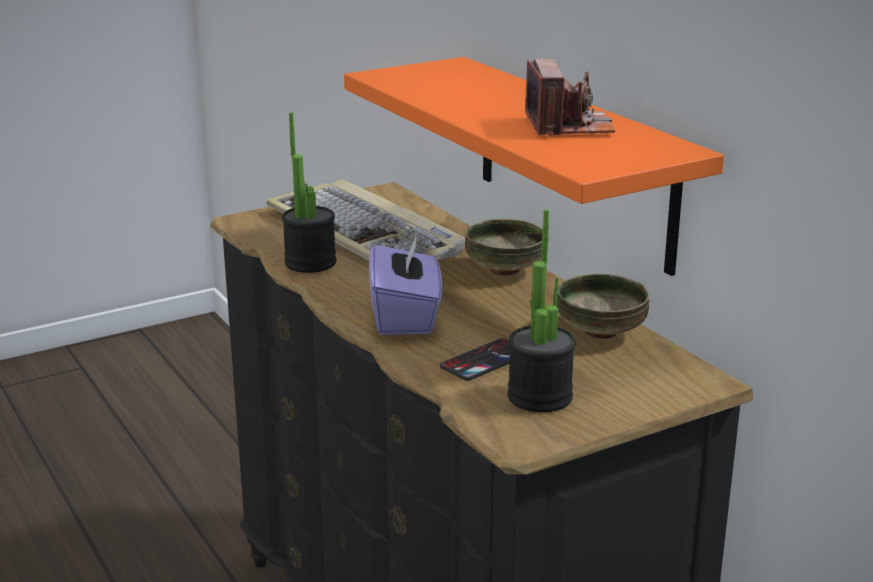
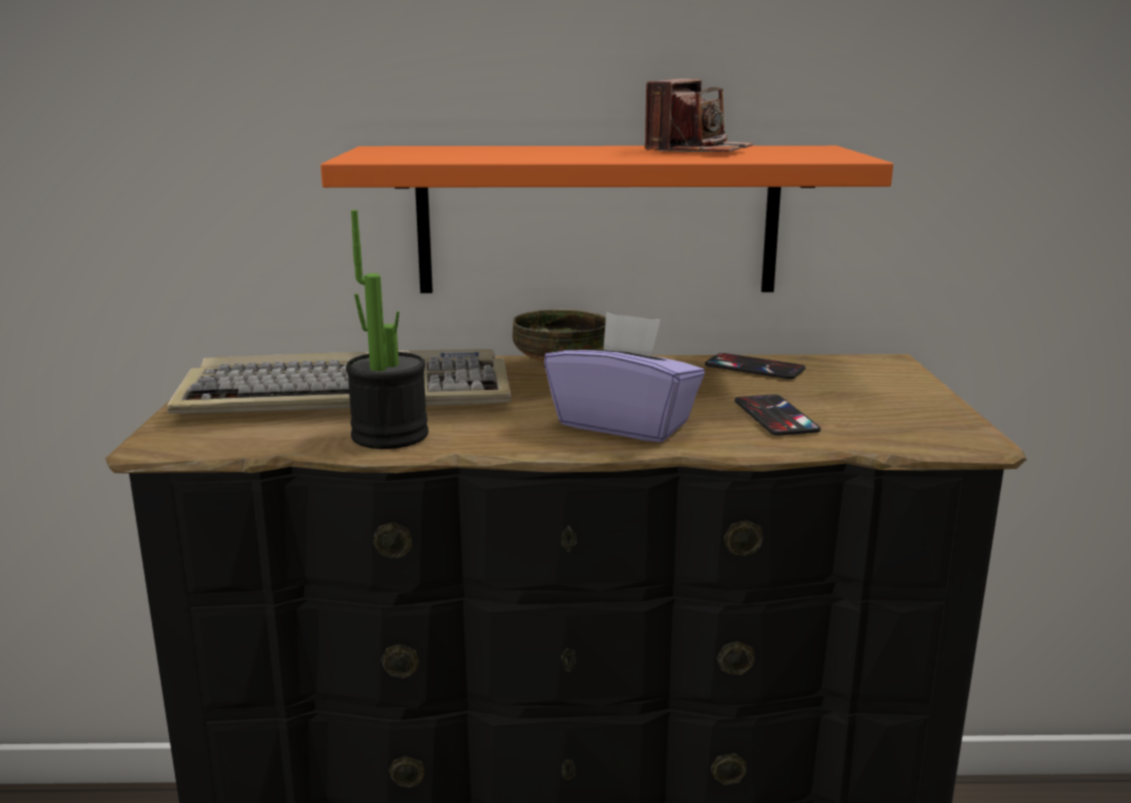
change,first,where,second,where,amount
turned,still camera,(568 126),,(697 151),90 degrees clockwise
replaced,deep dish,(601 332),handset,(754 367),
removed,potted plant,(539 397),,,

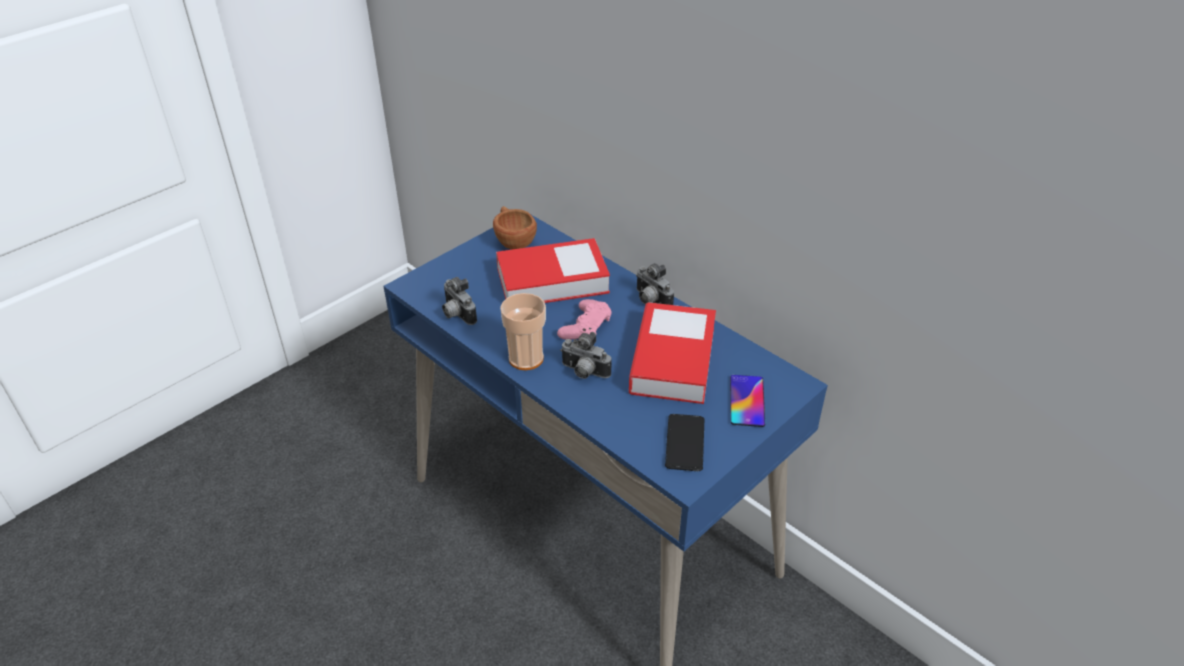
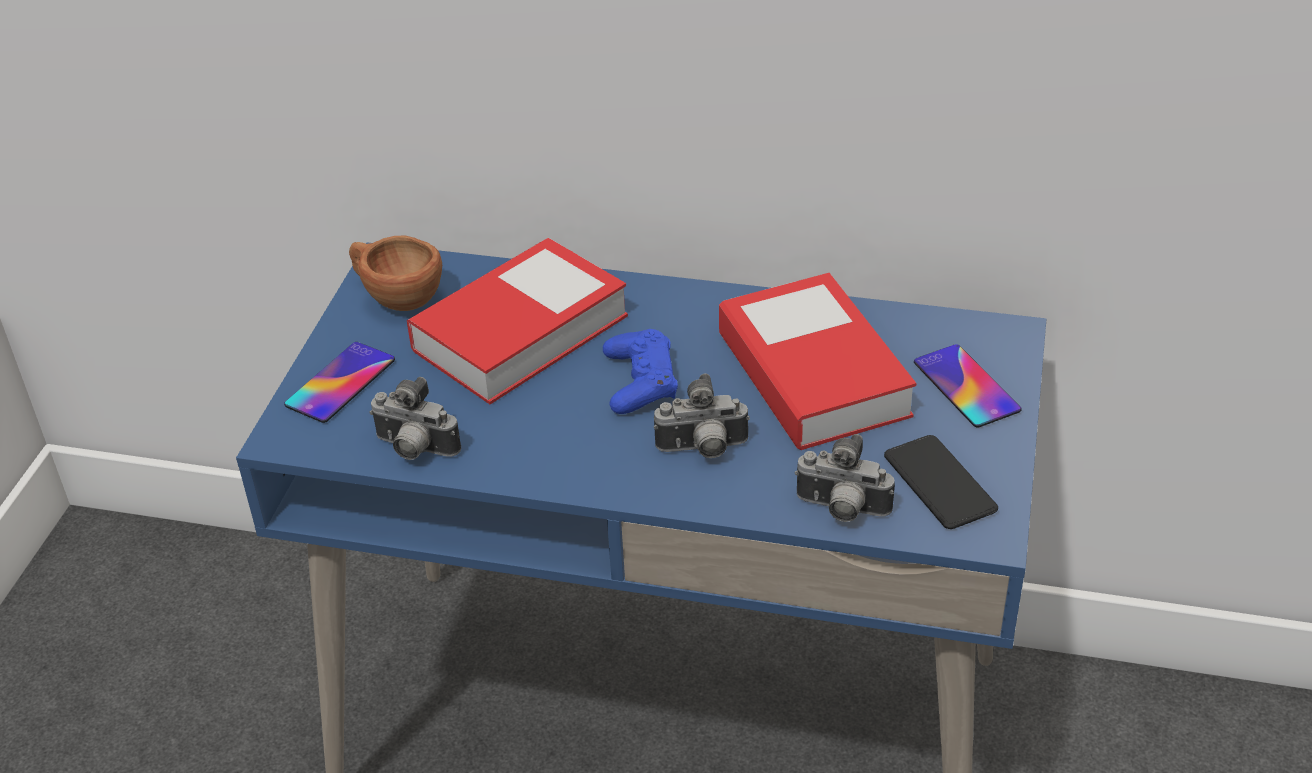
change,first,where,second,where,amount
added,,,handset,(340 383),
recoloured,pinkish game controller,(585 327),blue-coloured game controller,(640 381),
moved,still camera,(650 301),,(841 510),
removed,small cup,(526 358),,,

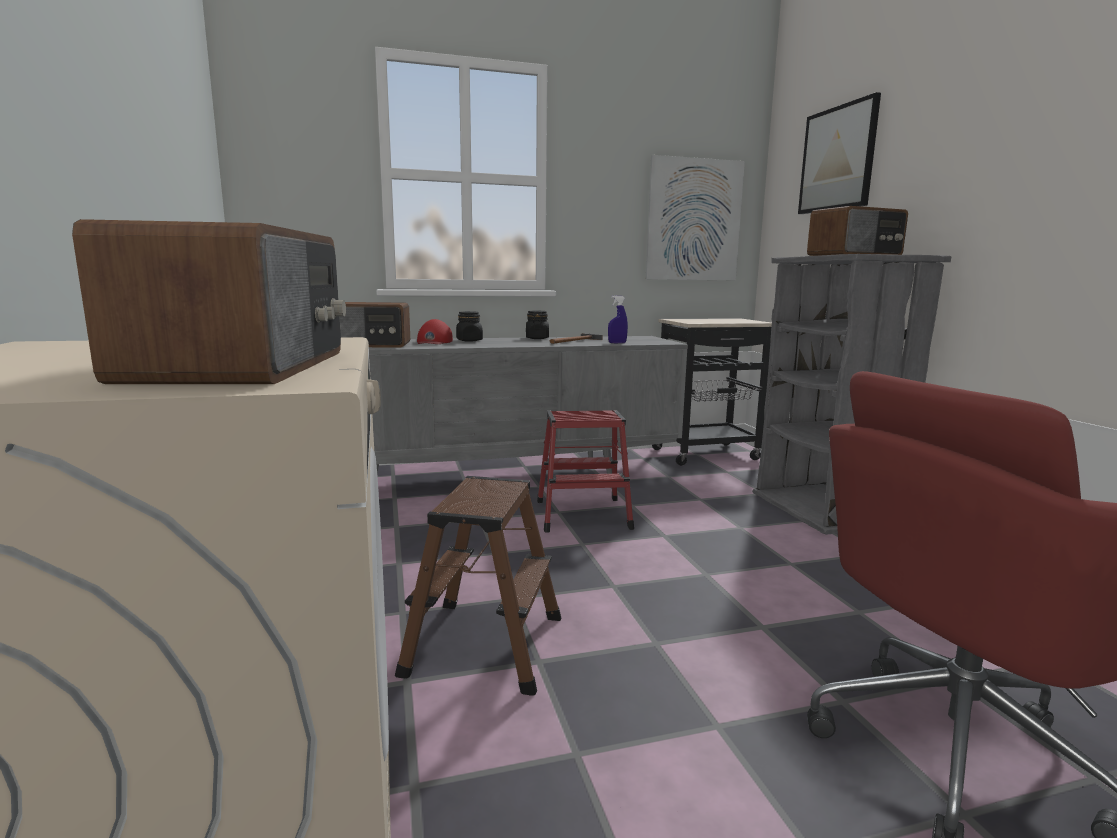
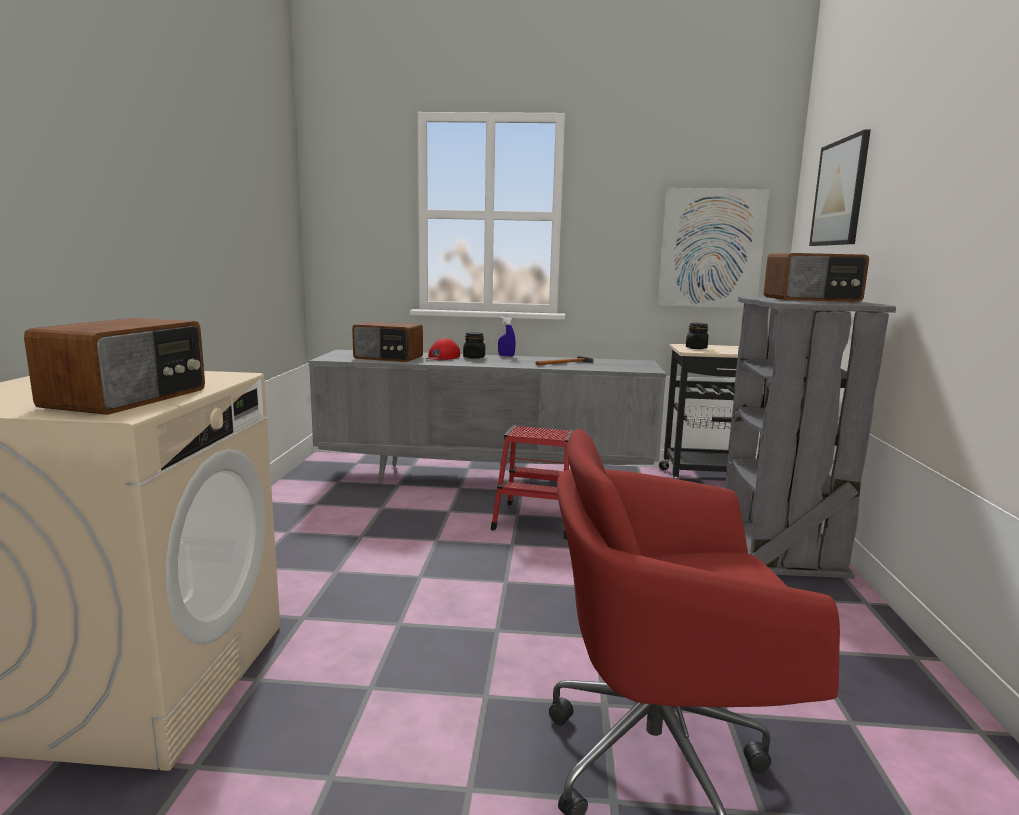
change,first,where,second,where,amount
moved,blue-coloured spray bottle,(617 343),,(506 356),
moved,black-coloured storage jar,(537 338),,(696 348),
removed,brownish stepladder,(485 644),,,

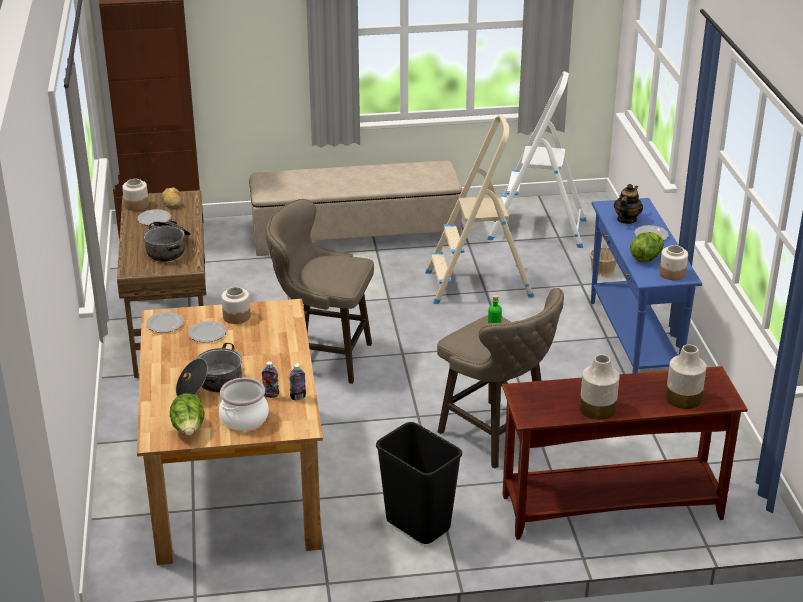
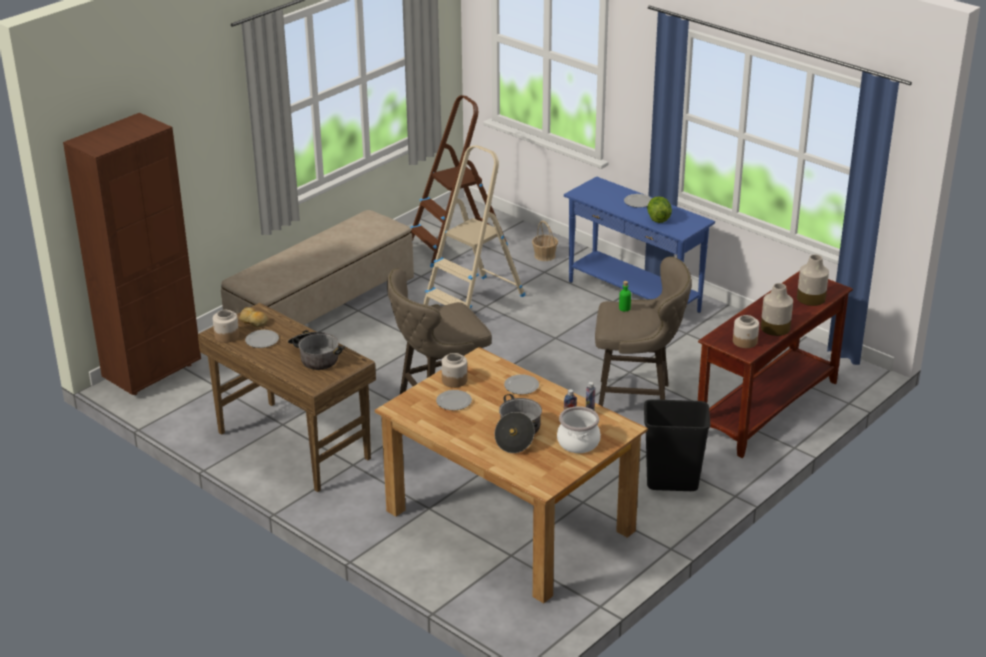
change,first,where,second,where,amount
recoloured,whitish stepladder,(536 229),brownish stepladder,(456 245),
moved,plate,(165 324),,(522 386),
moved,storage jar,(672 274),,(745 342),
removed,lettuce head,(189 429),,,
removed,pot for tea,(626 219),,,

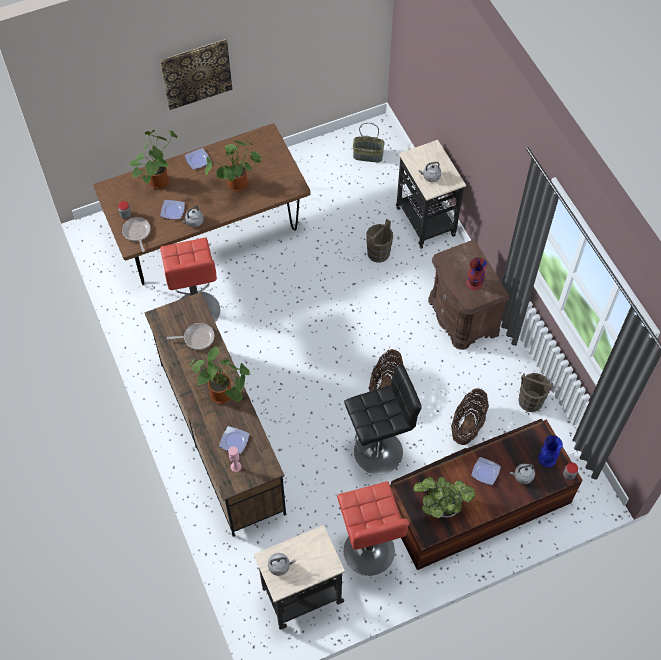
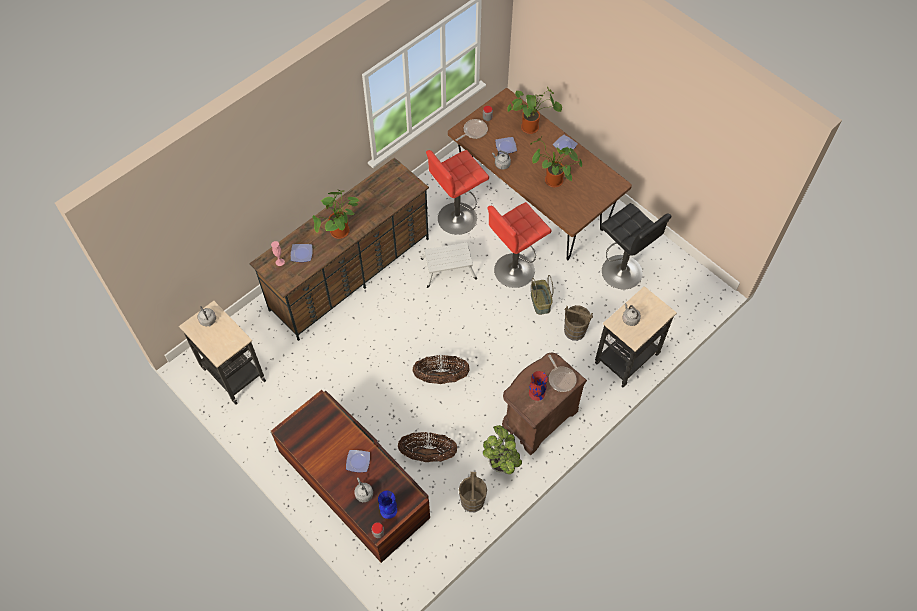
change,first,where,second,where,amount
added,,,whitish stepladder,(449 268),
moved,potted plant,(441 506),,(501 461),
moved,red stool seat,(368 551),,(513 270),
moved,household basket,(368 155),,(541 302),
moved,skillet,(197 338),,(561 378),
moved,black-coloured stool seat,(379 452),,(622 272),
removed,wall picture,(196 73),,,

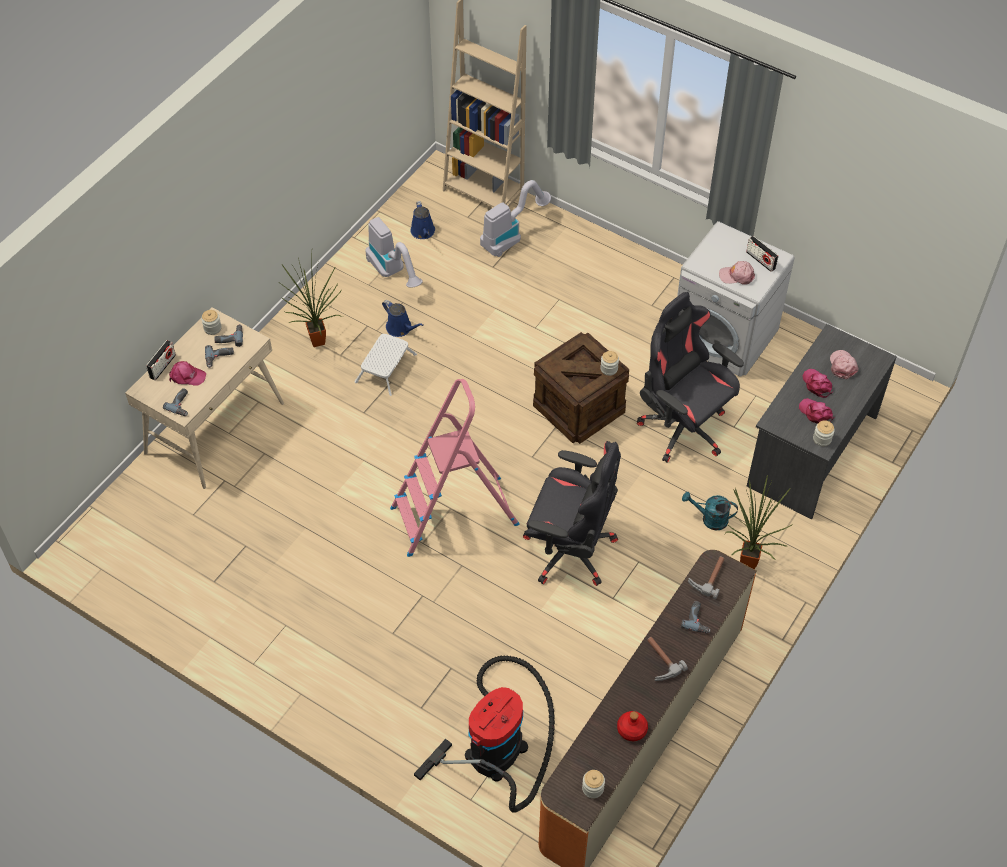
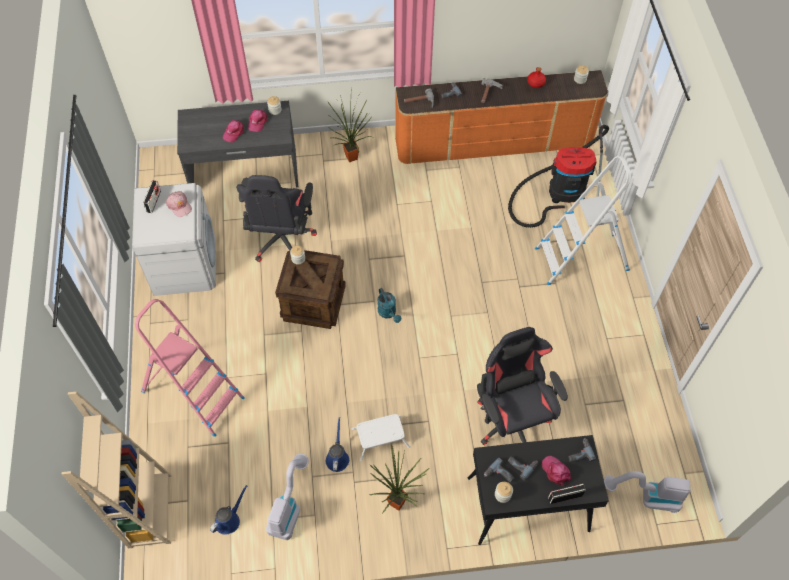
change,first,where,second,where,amount
moved,pinkish stepladder,(453 516),,(193 395),
moved,blue-green watering pot,(710 519),,(388 313),
recoloured,beige-coloured desk unit,(215 427),black-coloured desk unit,(527 505),
moved,black-coloured office chair,(568 550),,(512 422),
added,,,whitish stepladder,(581 259),
moved,vacuum cleaner,(511 236),,(646 497),
removed,pinkish cap,(842 366),,,

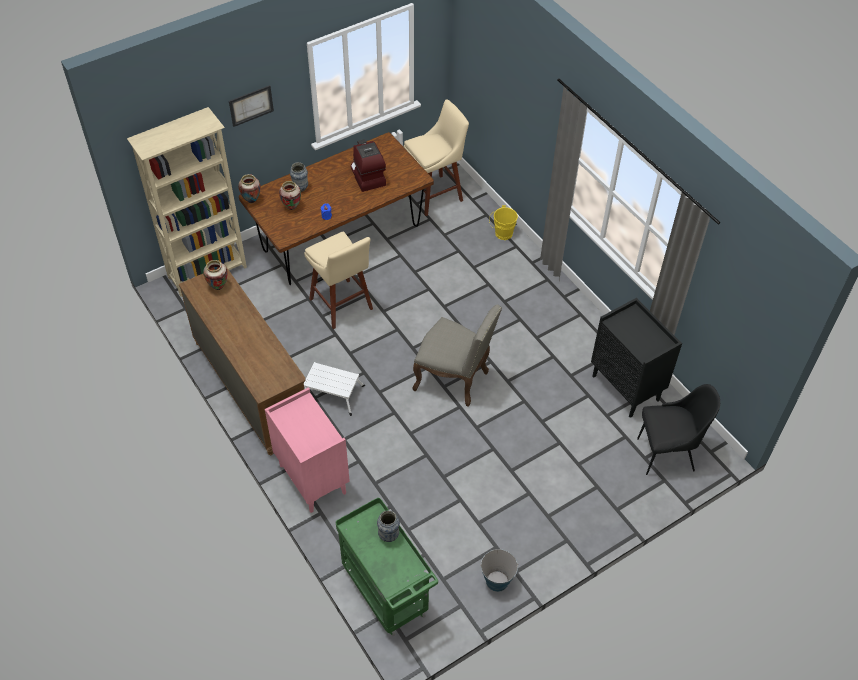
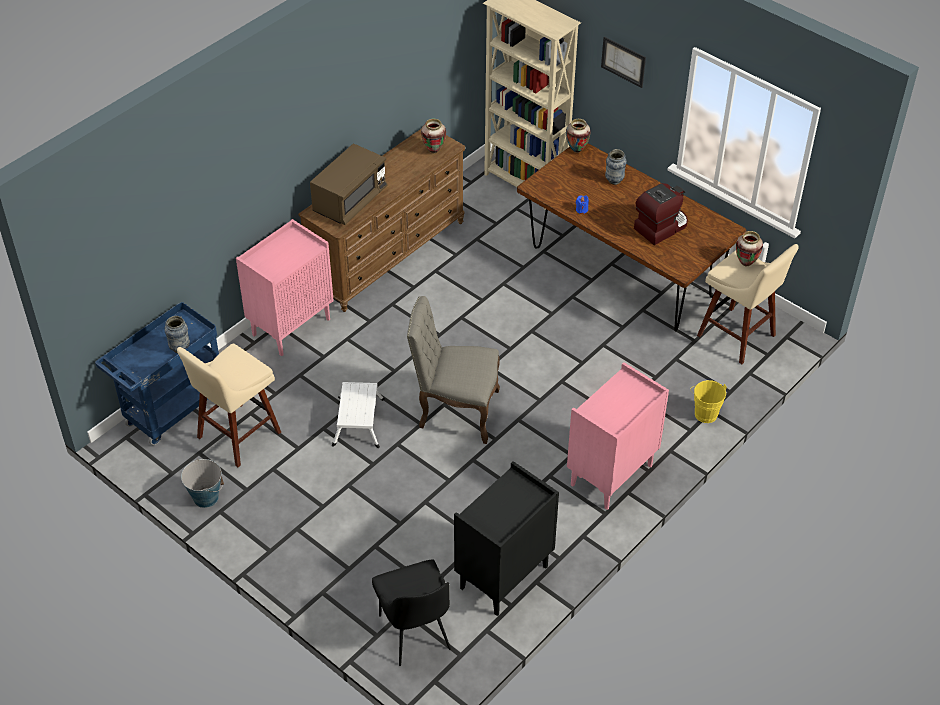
change,first,where,second,where,amount
recoloured,greenish cart,(387 596),blue-coloured cart,(171 413),
moved,beige-coloured stool seat,(341 305),,(237 436),
added,,,brownish microwave,(350 201),
moved,whitish stepladder,(332 393),,(358 421),
turned,grey plain chair,(453 379),,(456 411),90 degrees clockwise
added,,,pinkish cupboard,(611 475),
moved,decorative vase,(291 207),,(746 263),

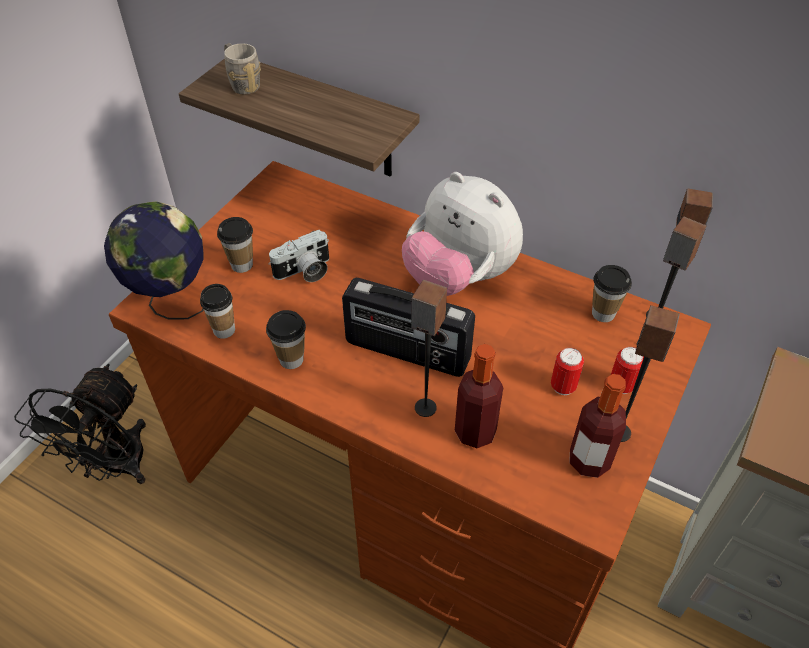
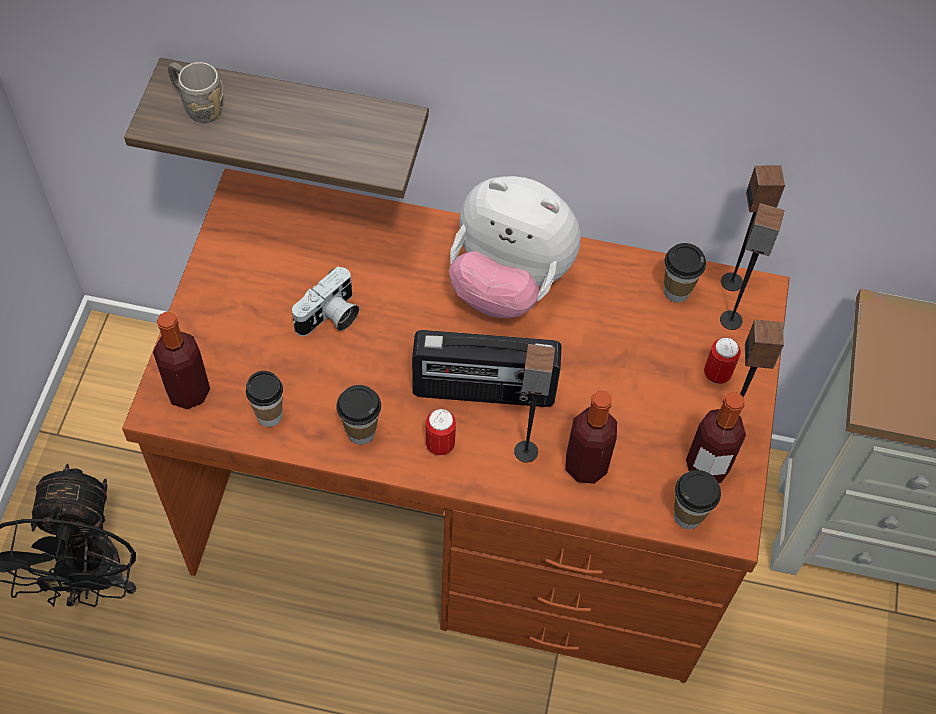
change,first,where,second,where,amount
replaced,world globe,(171 299),beverage bottle,(188 392),
moved,metal can,(563 386),,(440 445),
moved,small cup,(242 265),,(687 516),

